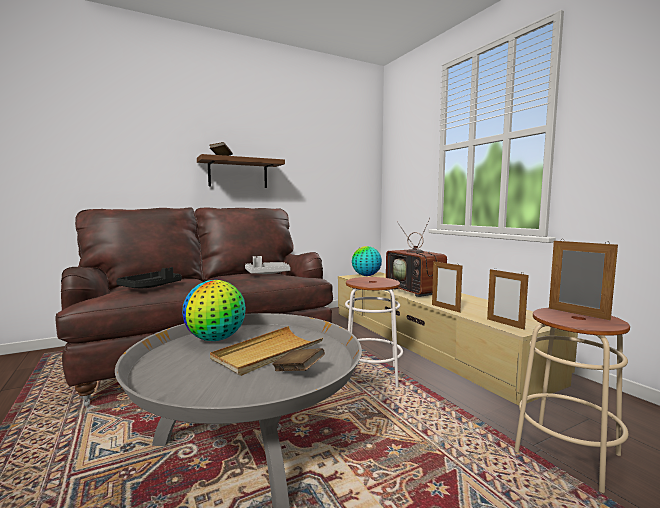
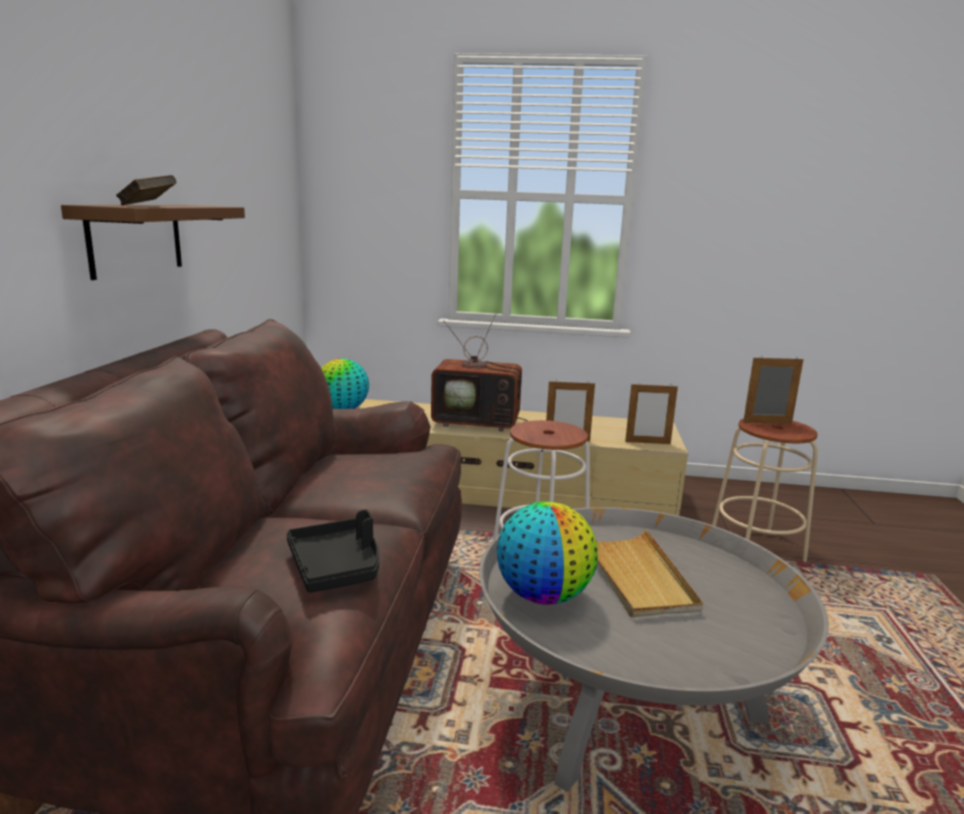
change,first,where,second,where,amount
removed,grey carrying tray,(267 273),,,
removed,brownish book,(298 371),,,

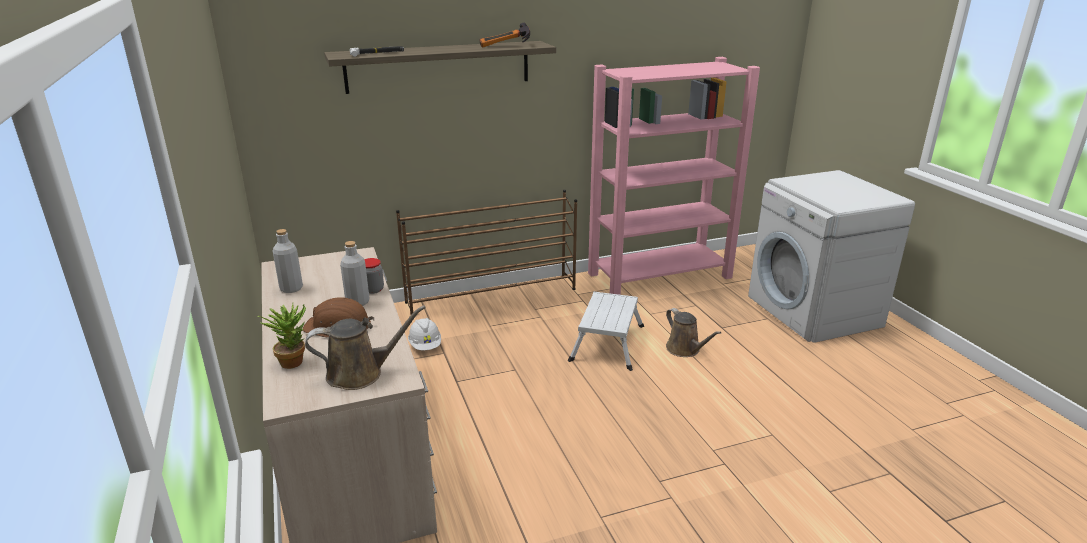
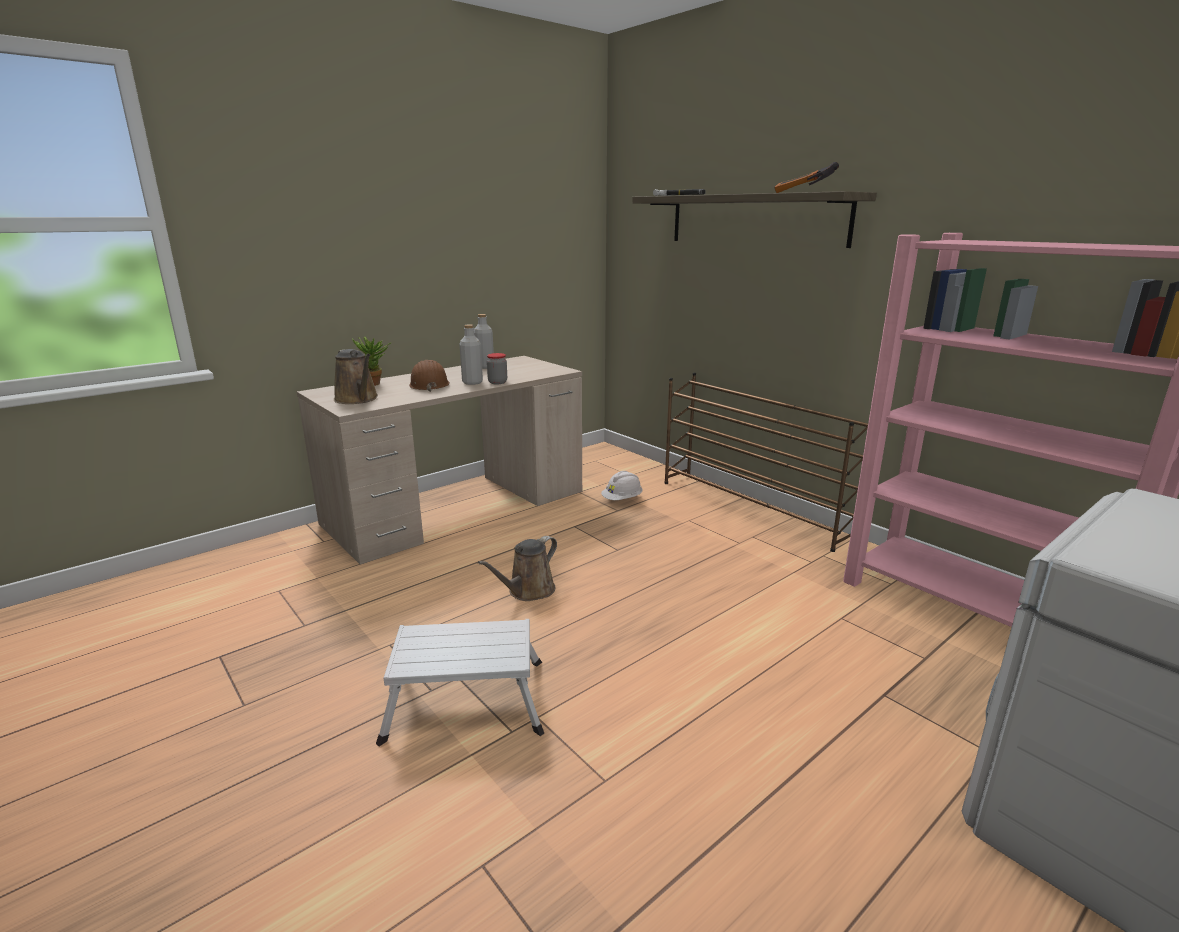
change,first,where,second,where,amount
moved,whitish stepladder,(607 342),,(467 700),
moved,brownish watering pot,(685 350),,(528 591),

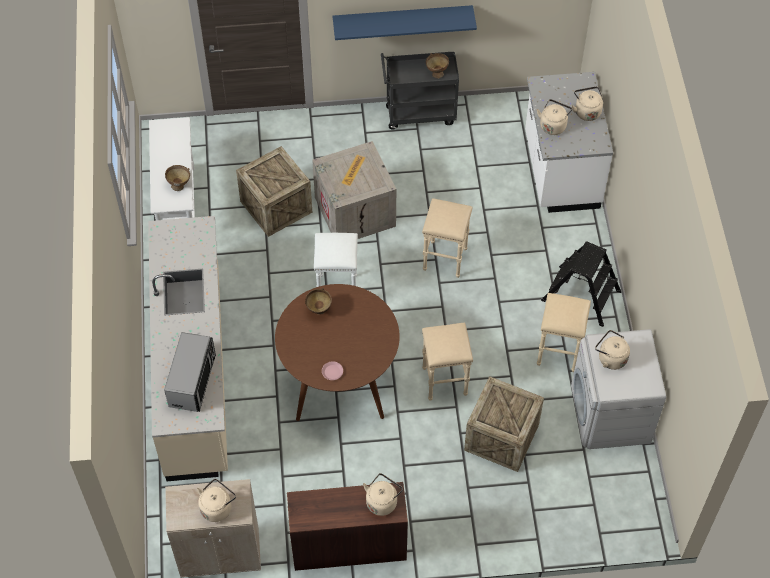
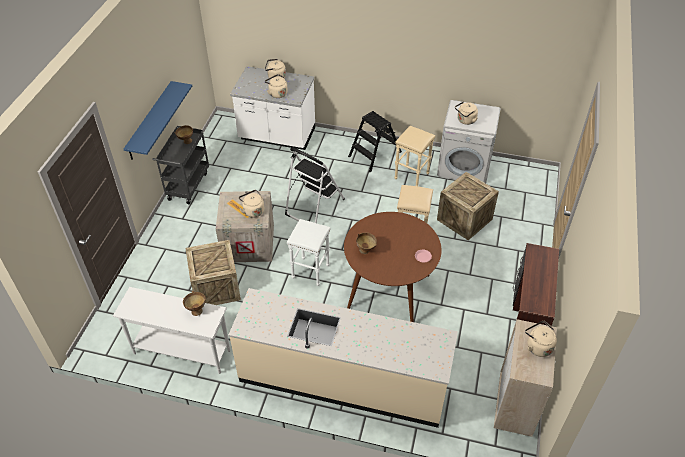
change,first,where,second,where,amount
moved,beige-coloured water kettle,(382 501),,(253 210),
replaced,beige-coloured stool seat,(444 258),stepladder,(313 207),
removed,microwave,(192 380),,,

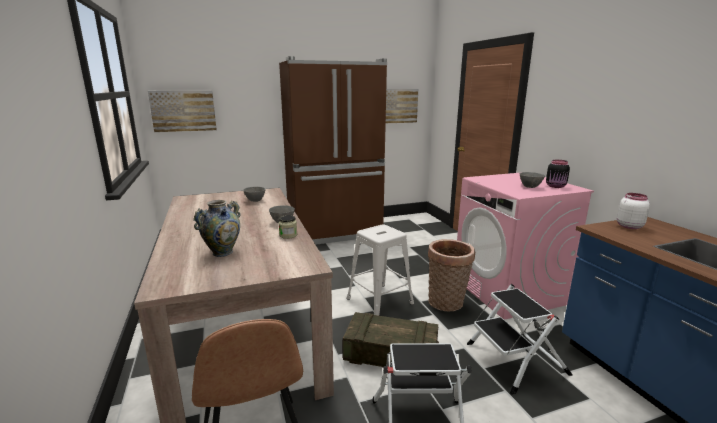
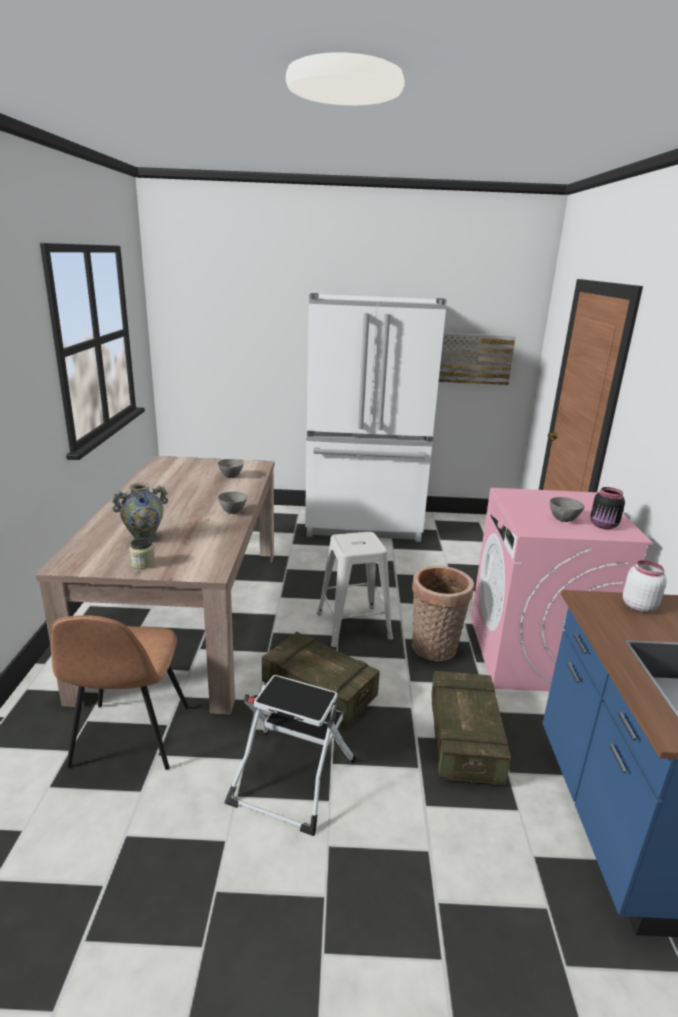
change,first,where,second,where,amount
moved,storage jar,(288 235),,(143 564),
recoloured,brownish refrigerator,(336 233),whitish refrigerator,(364 525),
replaced,stepladder,(516 360),shipping crate,(464 740),
removed,wall picture,(183 111),,,

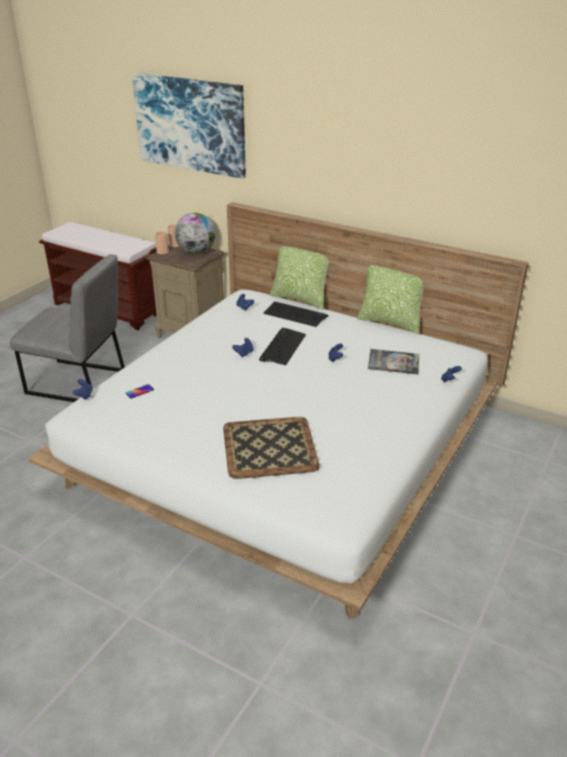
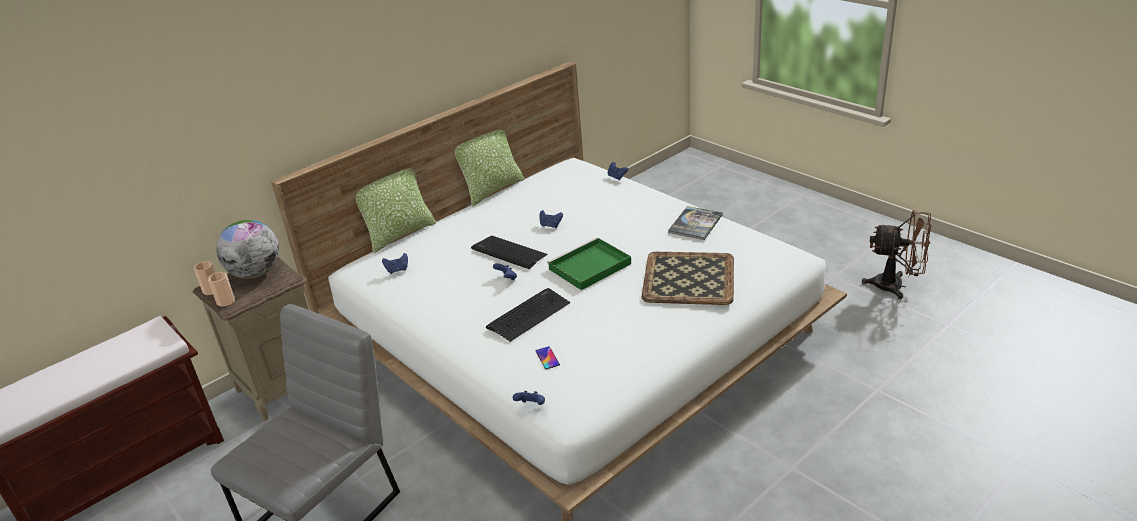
change,first,where,second,where,amount
moved,PC keyboard,(295 315),,(528 315),
added,,,greenish carrying tray,(588 267),
moved,book,(393 362),,(695 224),
added,,,brownish cooling fan,(896 286),
removed,wall picture,(190 124),,,

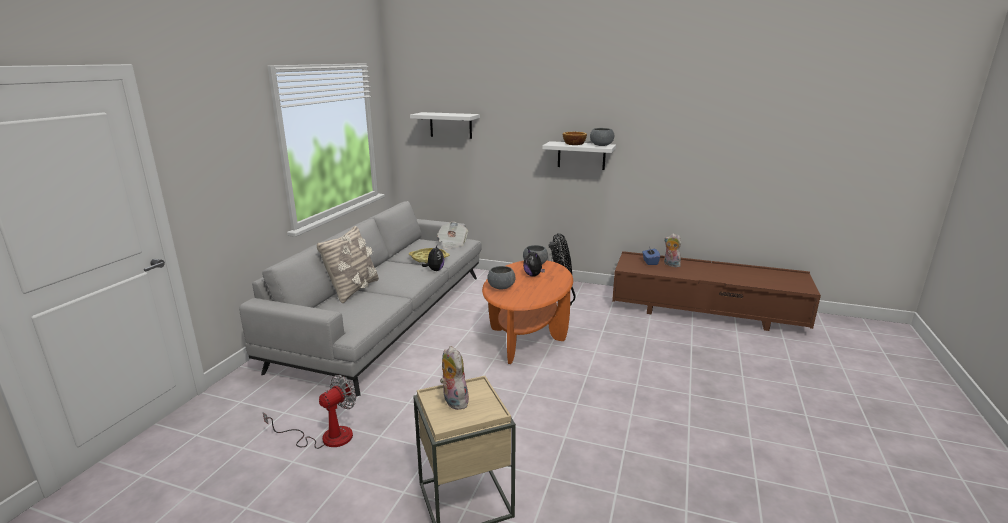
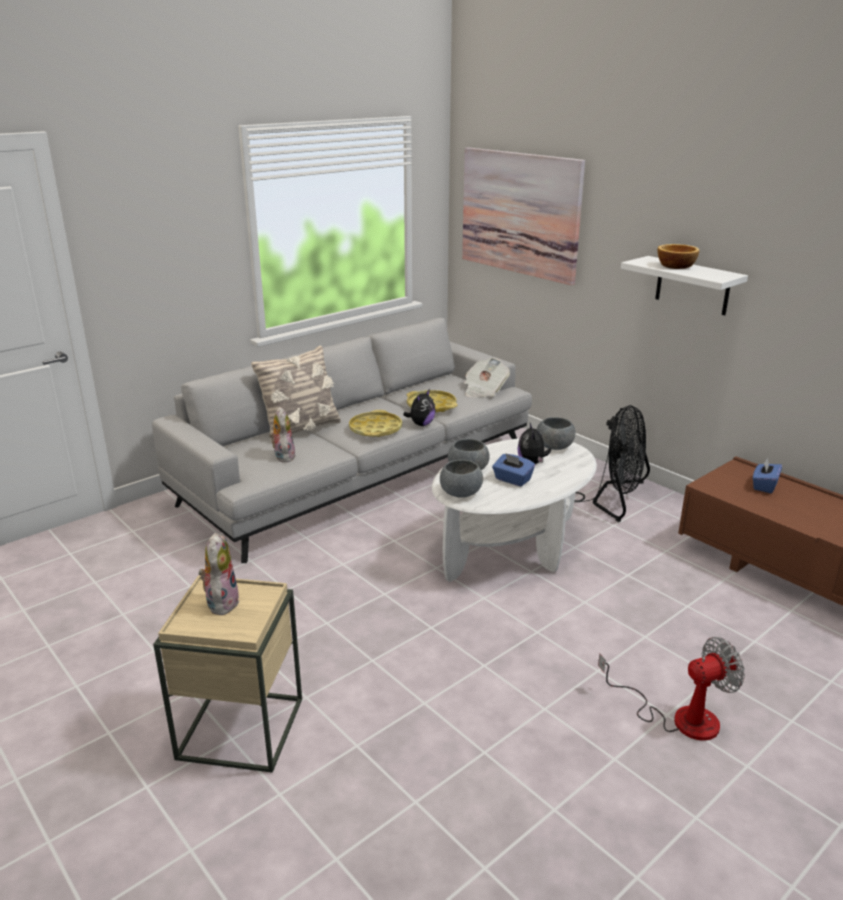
change,first,where,second,where,amount
moved,plush toy,(670 265),,(283 456),
added,,,yellow-coloured carrying tray,(375 429),
recoloured,orange lounge table,(527 335),whitish lounge table,(511 548),
moved,grey deep dish,(601 145),,(460 493),
replaced,whitish wall shelf,(450 125),wall picture,(520 213),
added,,,blue-coloured box of tissues,(512 480),
moved,cooling fan,(326 437),,(679 717),

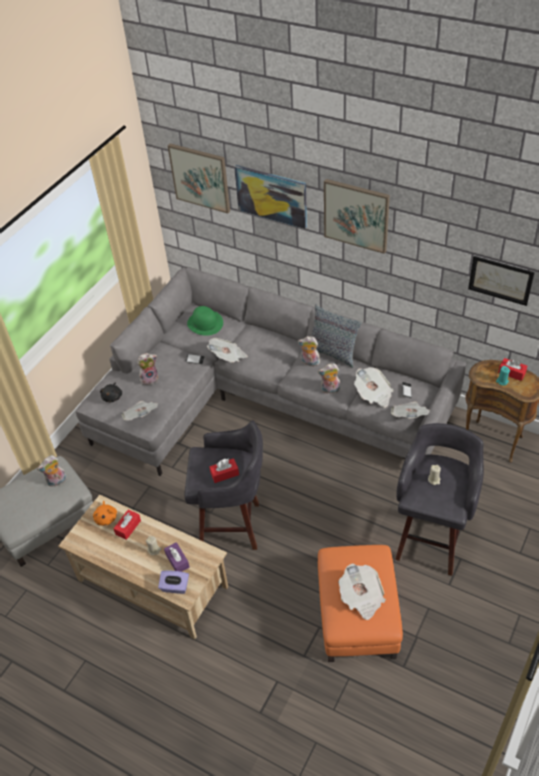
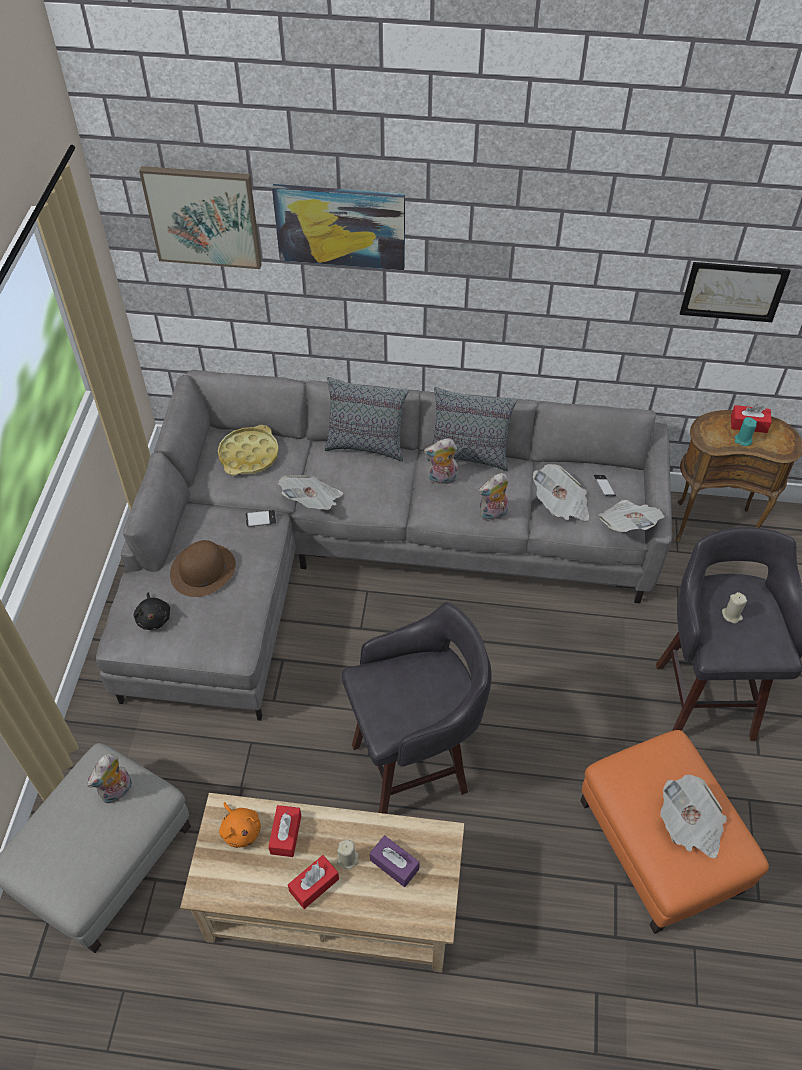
change,first,where,second,where,amount
replaced,plush toy,(150 378),brownish clothing hat,(203 570),
replaced,greenish clothing hat,(205 323),yellow-coloured carrying tray,(249 455),
moved,red box of tissues,(224 474),,(314 885),
added,,,grey throw pillow,(366 447),
removed,daily paper,(141 416),,,
removed,purple box of tissues,(175 587),,,
removed,wall picture,(356 215),,,

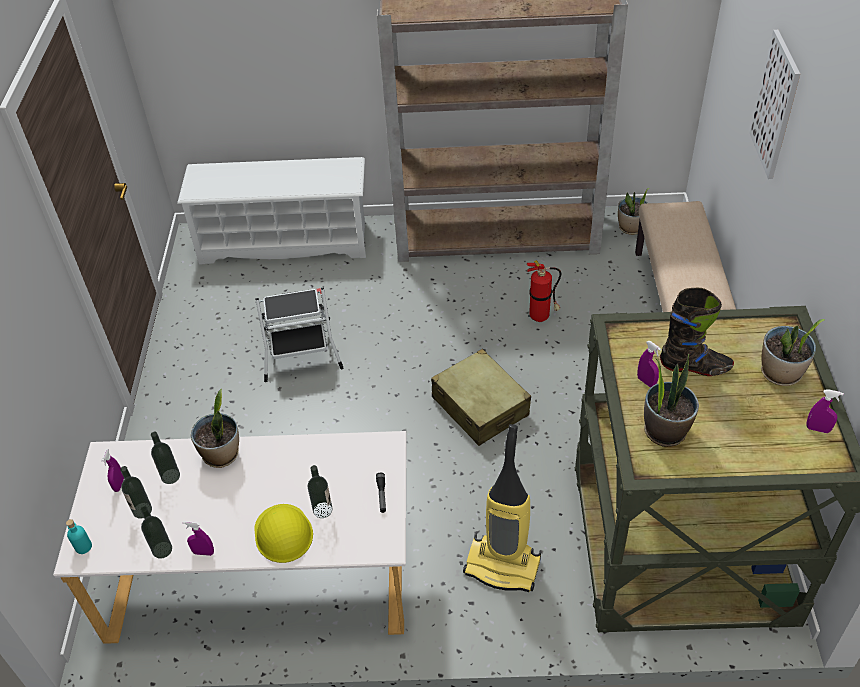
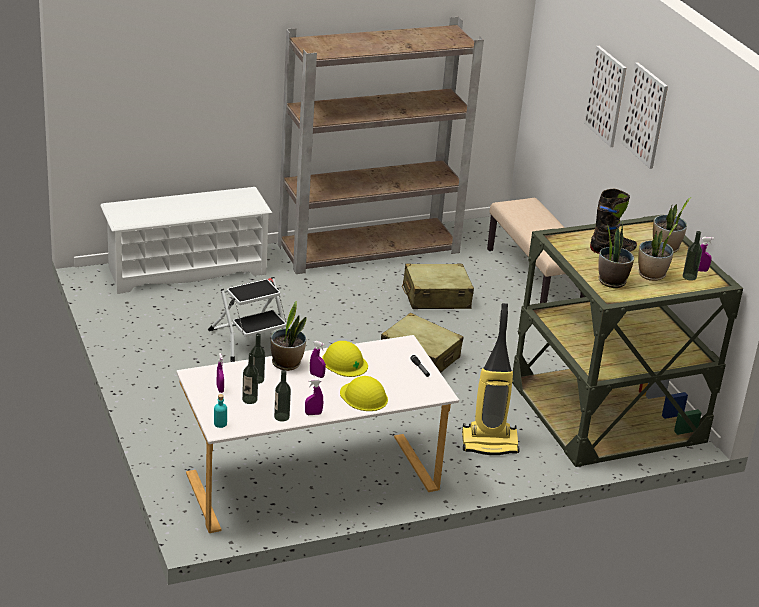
change,first,where,second,where,amount
moved,purple spray bottle,(646 382),,(317 375),
added,,,yellow-coloured safety helmet,(344 362),
replaced,fire extinguisher,(541 317),beige-coloured suitcase,(436 297),
added,,,wall picture,(645 115),
moved,potted plant,(631 228),,(651 275),
moved,beverage bottle,(322 510),,(689 277),

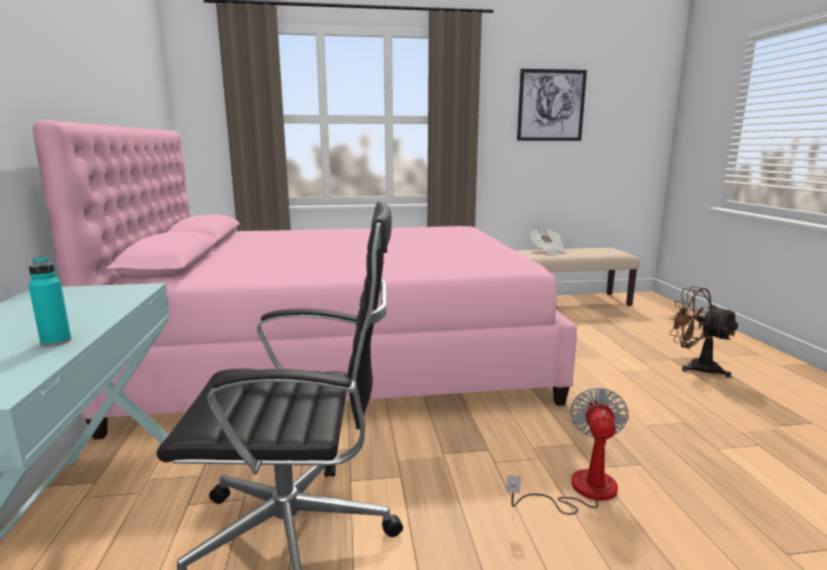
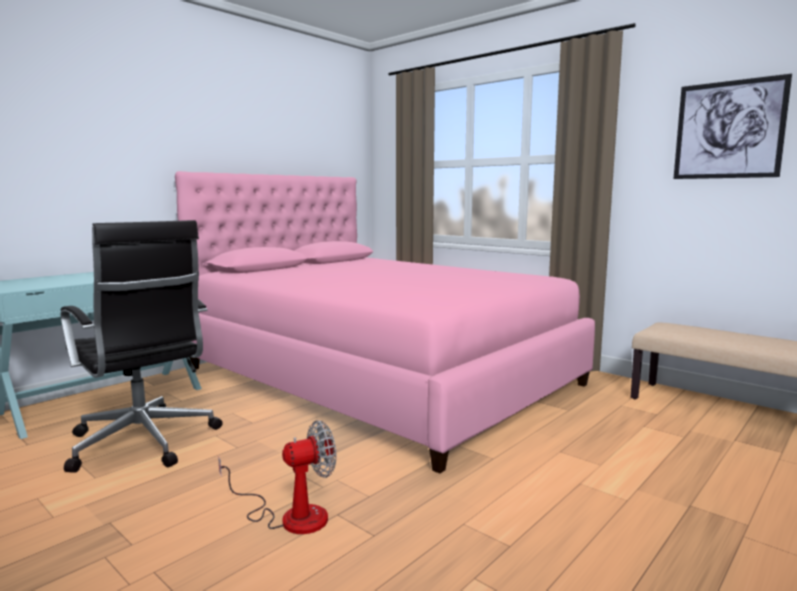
change,first,where,second,where,amount
removed,blue-green beverage bottle,(56 341),,,
removed,daily paper,(547 251),,,
removed,brownish cooling fan,(695 366),,,

